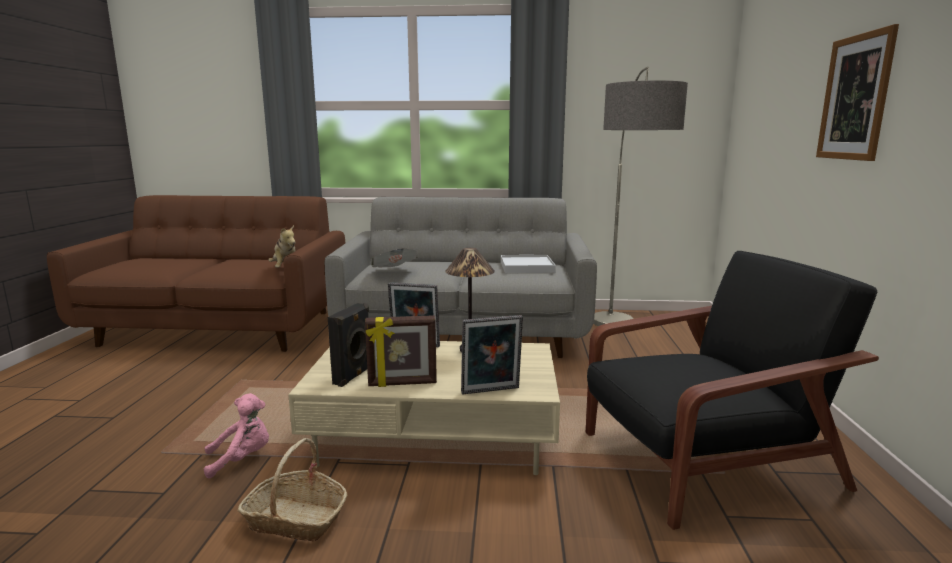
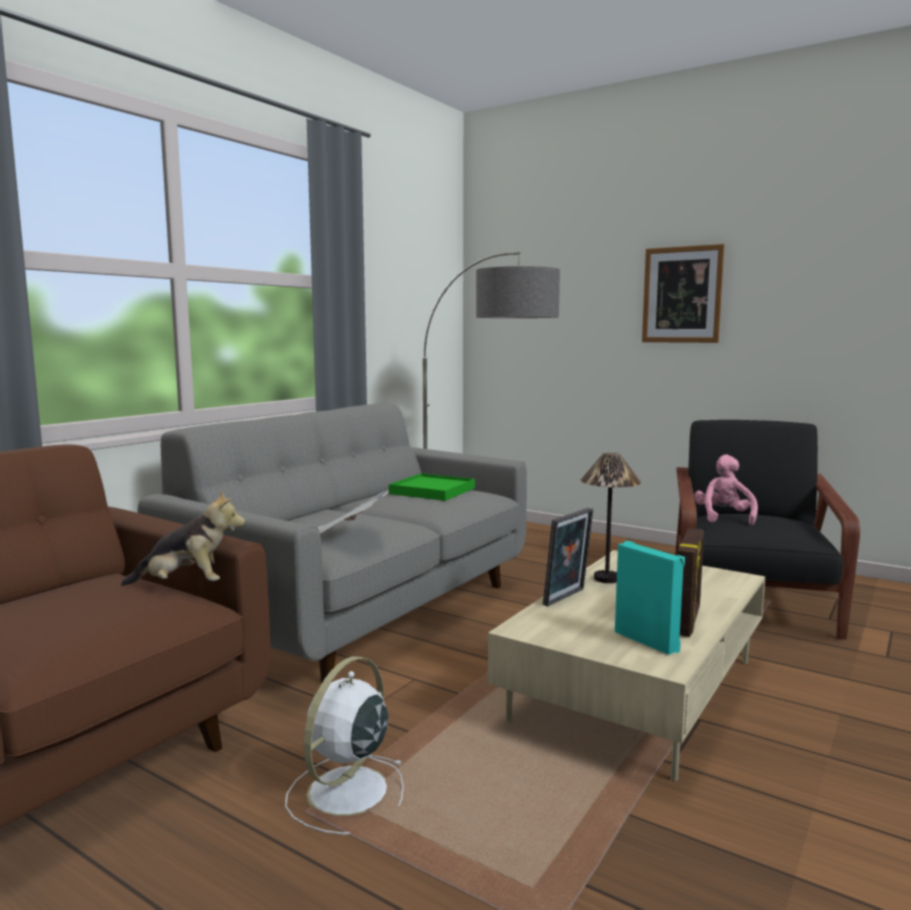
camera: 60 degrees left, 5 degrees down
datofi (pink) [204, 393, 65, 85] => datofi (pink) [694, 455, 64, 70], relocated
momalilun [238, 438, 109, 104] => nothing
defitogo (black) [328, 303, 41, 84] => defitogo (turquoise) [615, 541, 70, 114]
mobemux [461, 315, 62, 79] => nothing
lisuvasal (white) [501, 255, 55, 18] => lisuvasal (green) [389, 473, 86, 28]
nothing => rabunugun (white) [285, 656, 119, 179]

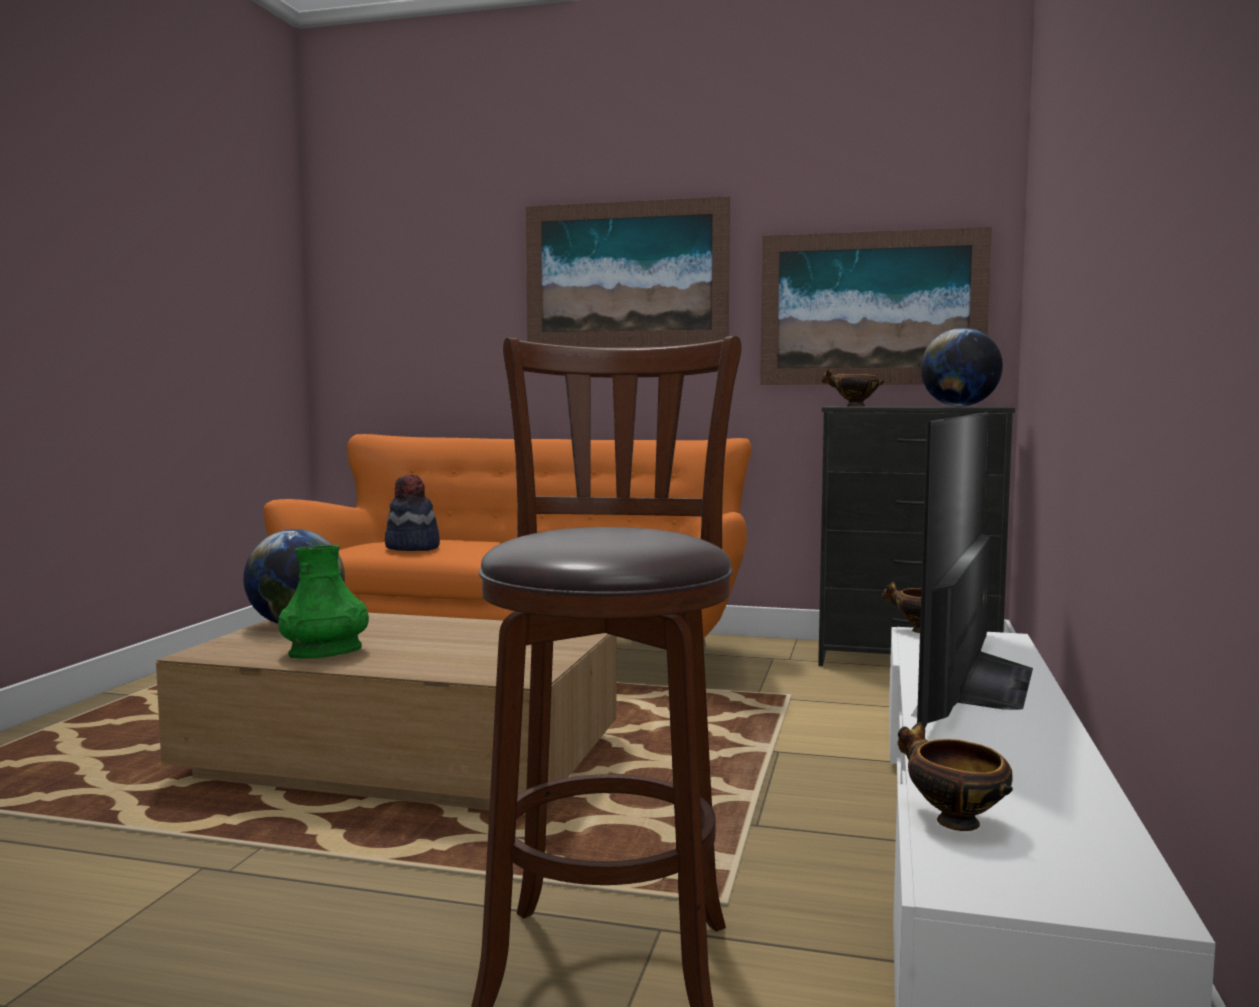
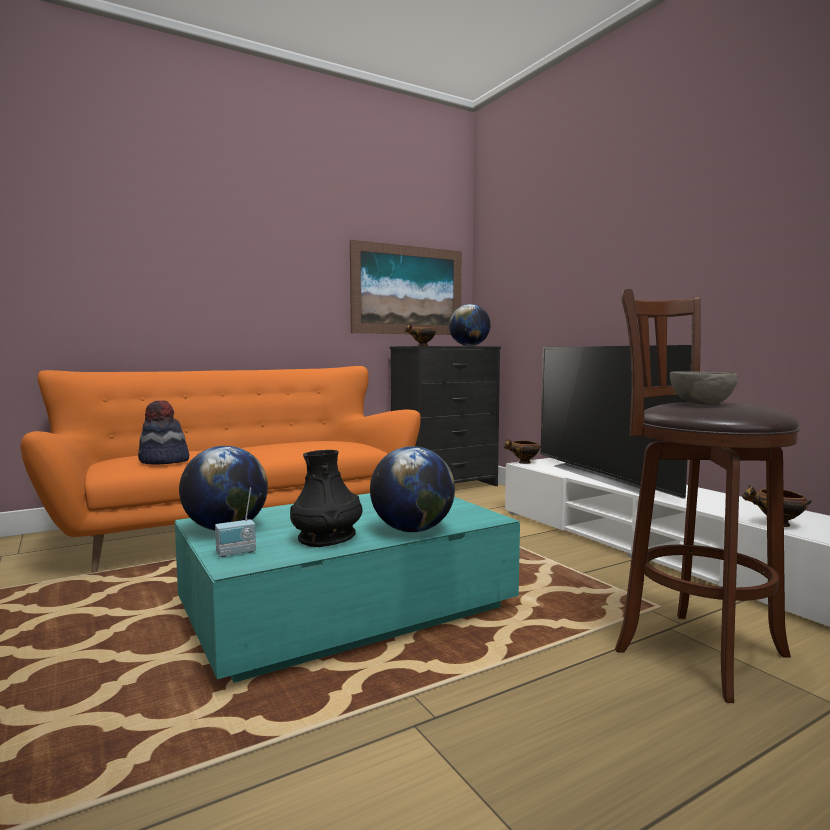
camera: 45 degrees left, 0 degrees up
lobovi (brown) [156, 613, 461, 201] => lobovi (turquoise) [175, 493, 345, 190]
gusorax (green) [278, 545, 91, 113] => gusorax (black) [290, 450, 73, 97]
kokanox [526, 196, 204, 151] => nothing
nothing => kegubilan [215, 488, 41, 69]
nothing => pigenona [370, 446, 85, 86]
nothing => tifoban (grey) [670, 371, 68, 34]

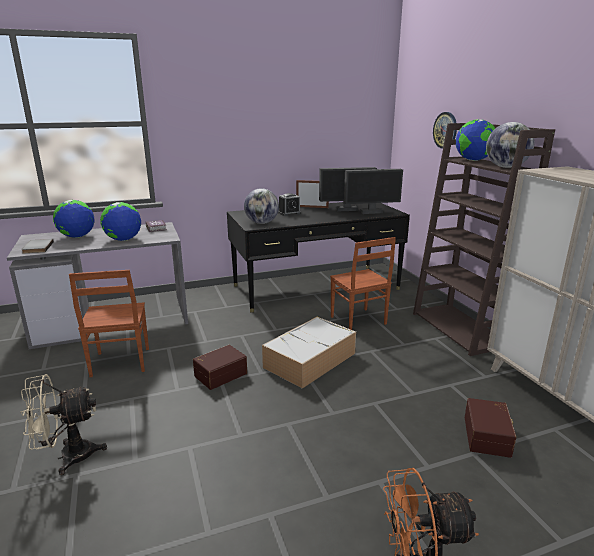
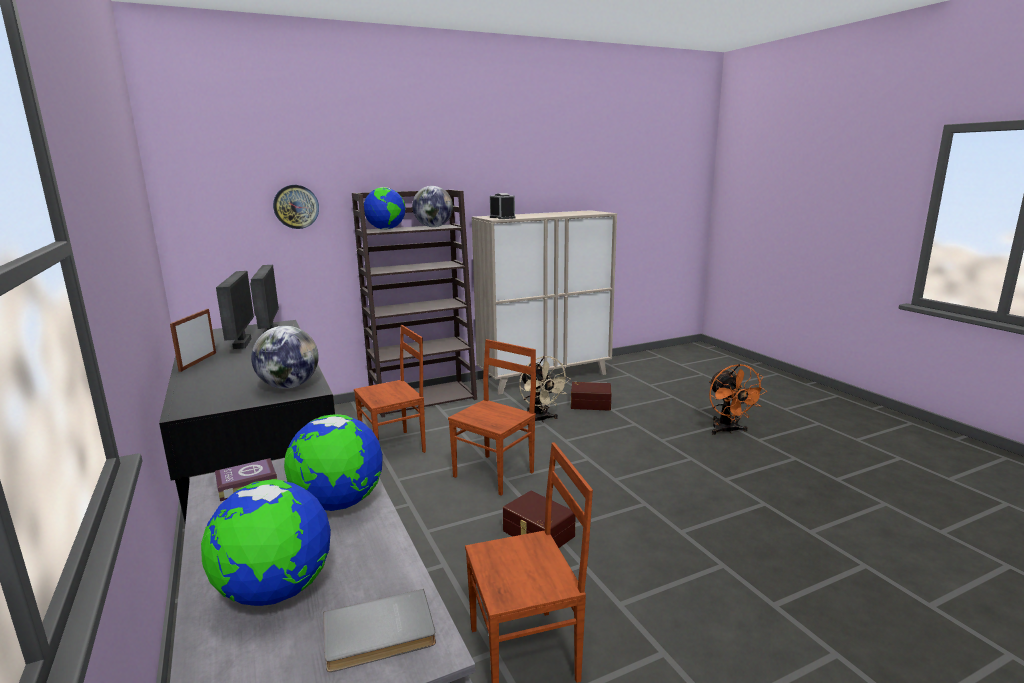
camera: 95 degrees left, 5 degrees down
rabunugun (beige) [20, 374, 87, 101] => rabunugun (beige) [519, 356, 52, 67], relocated
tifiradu [262, 317, 94, 72] => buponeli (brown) [448, 339, 88, 157]
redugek [278, 193, 23, 23] => redugek [490, 193, 26, 26], relocated

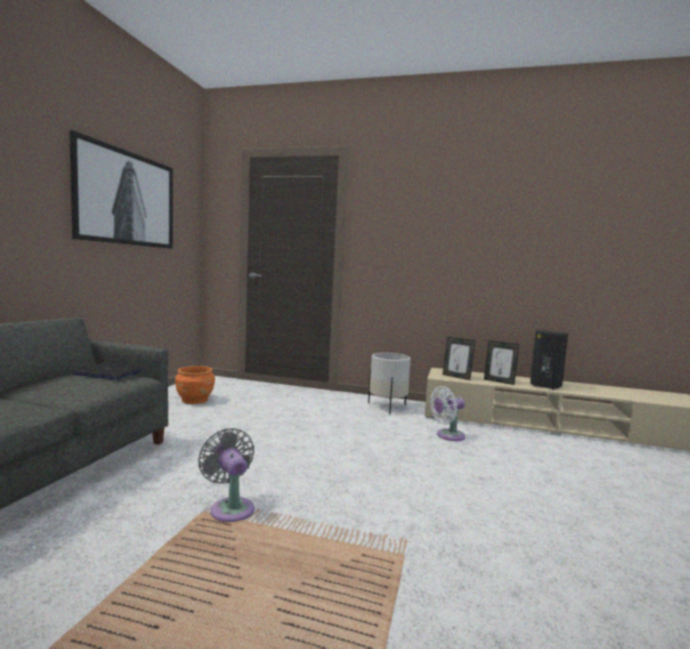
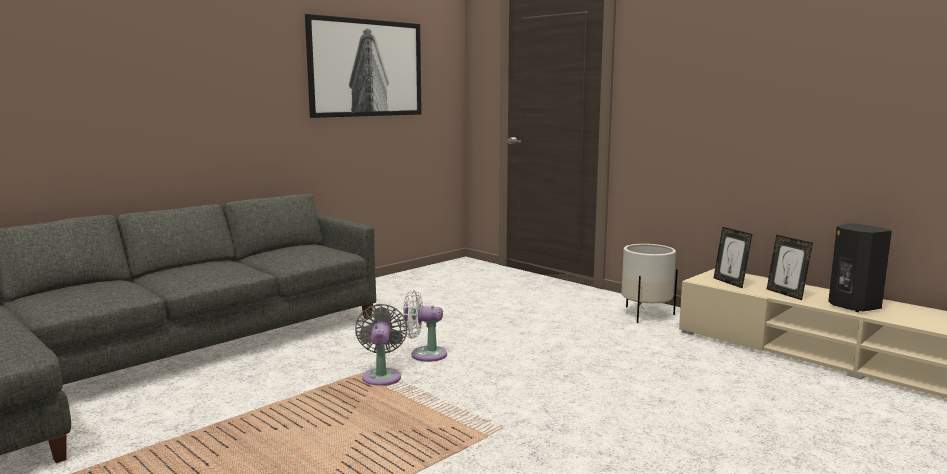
camera: 30 degrees right, 5 degrees up
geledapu [73, 363, 68, 17] => nothing
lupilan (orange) [175, 366, 40, 38] => nothing
rabunugun (white) [430, 386, 35, 55] => rabunugun (white) [403, 290, 44, 72], relocated

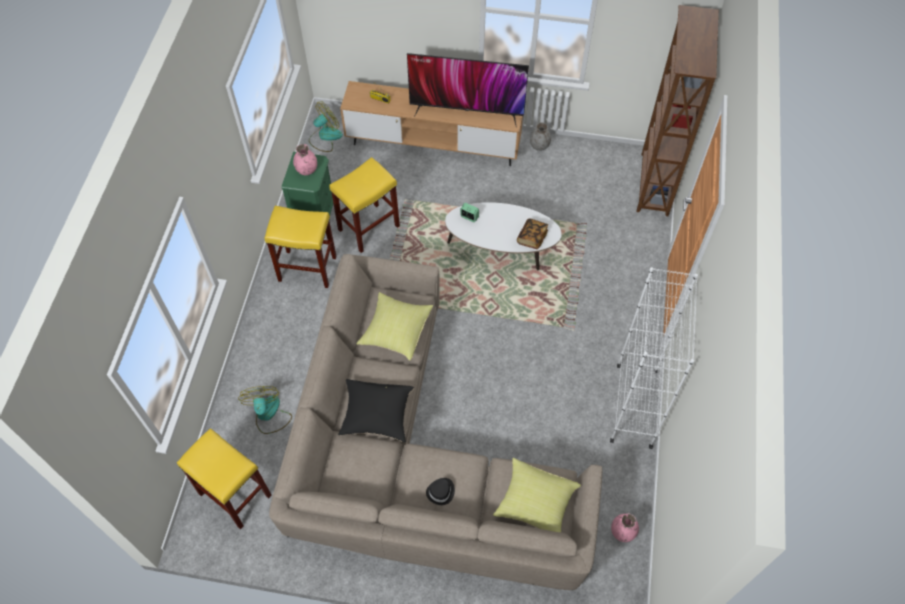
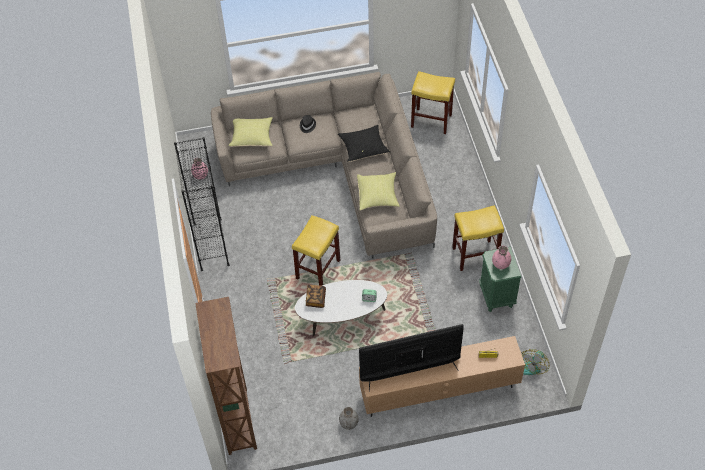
camera: 160 degrees right, 5 degrees down
rabunugun [238, 386, 54, 48] => nothing
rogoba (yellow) [329, 157, 71, 96] => rogoba (yellow) [292, 215, 48, 71], relocated
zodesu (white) [610, 267, 88, 182] => zodesu (black) [174, 137, 56, 134]

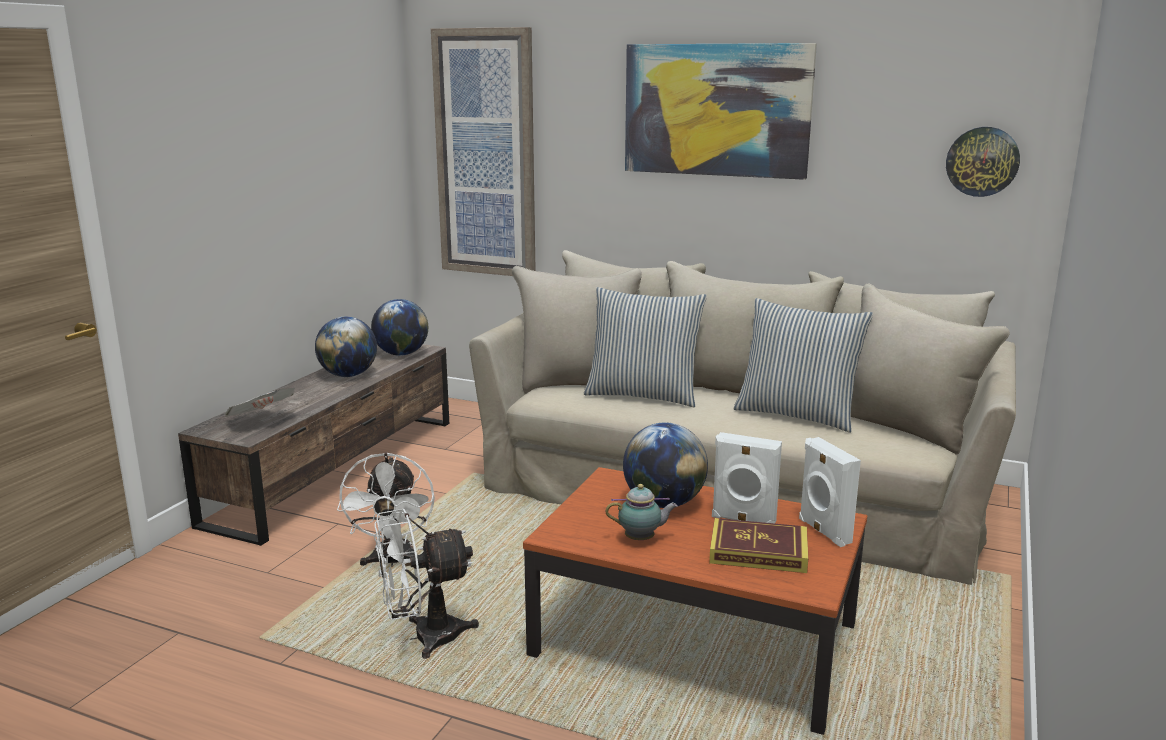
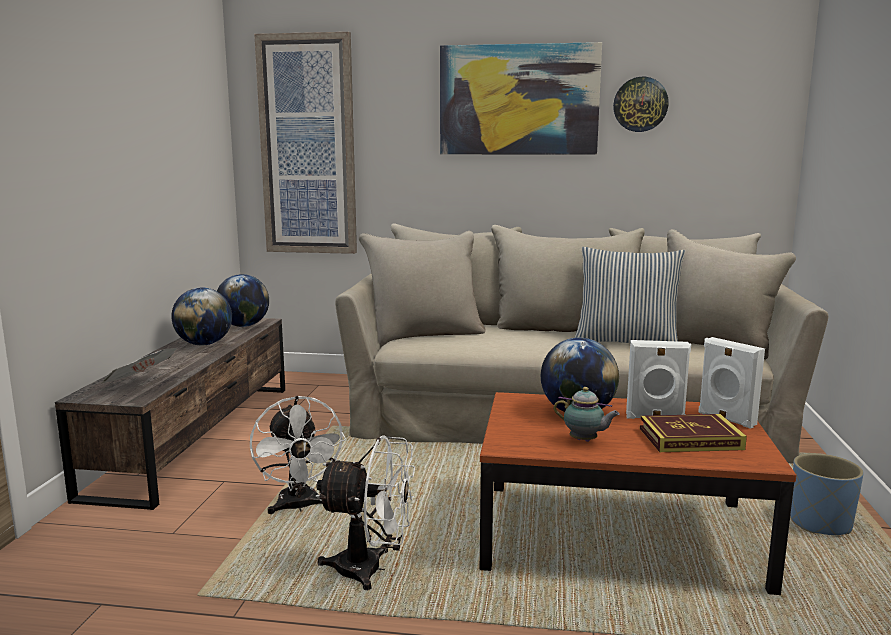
camera: 15 degrees left, 5 degrees down
rabunugun (white) [374, 509, 105, 150] => rabunugun (white) [316, 435, 99, 155], 135 degrees counterclockwise
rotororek [584, 287, 123, 120] => nothing
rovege [605, 484, 73, 56] => rovege [554, 387, 66, 55], 45 degrees clockwise
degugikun [946, 127, 74, 70] => degugikun [613, 77, 56, 55], relocated
nothing => lupilan (blue) [790, 453, 74, 82]

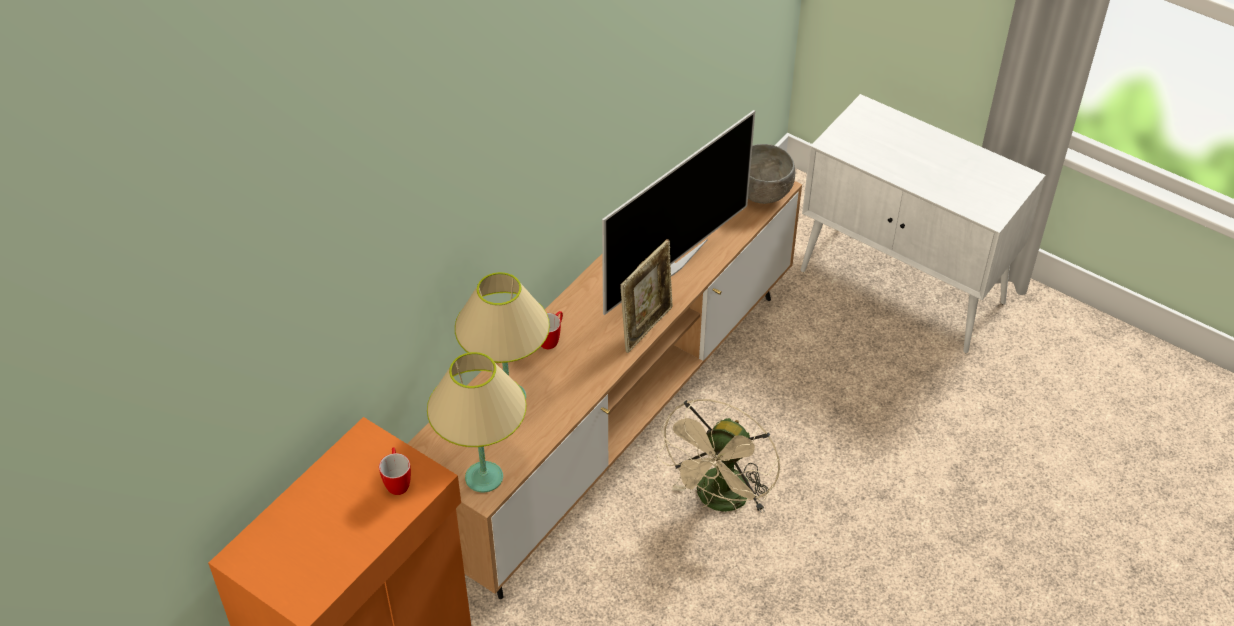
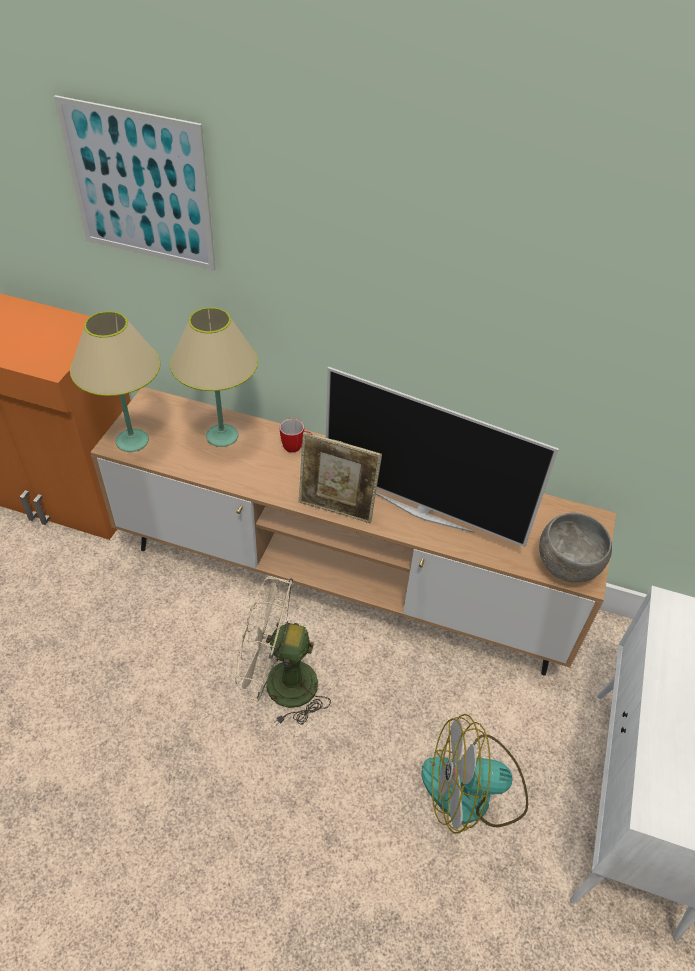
camera: 70 degrees right, 0 degrees up
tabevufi [379, 447, 32, 48] => nothing
nothing => kokanox [54, 95, 161, 175]
nothing => rabunugun [421, 714, 107, 119]

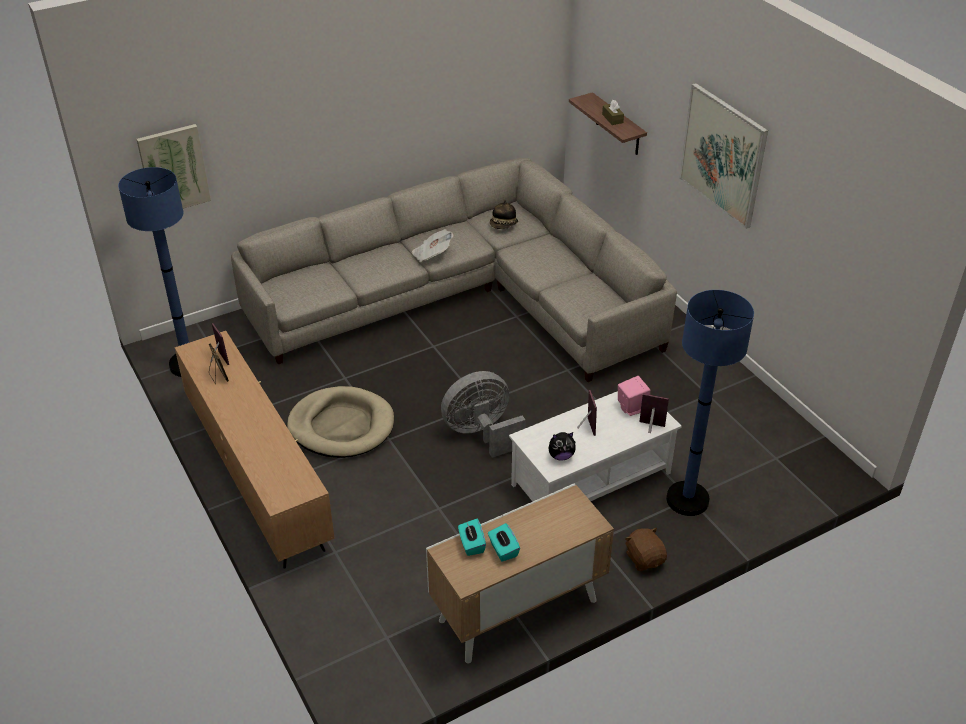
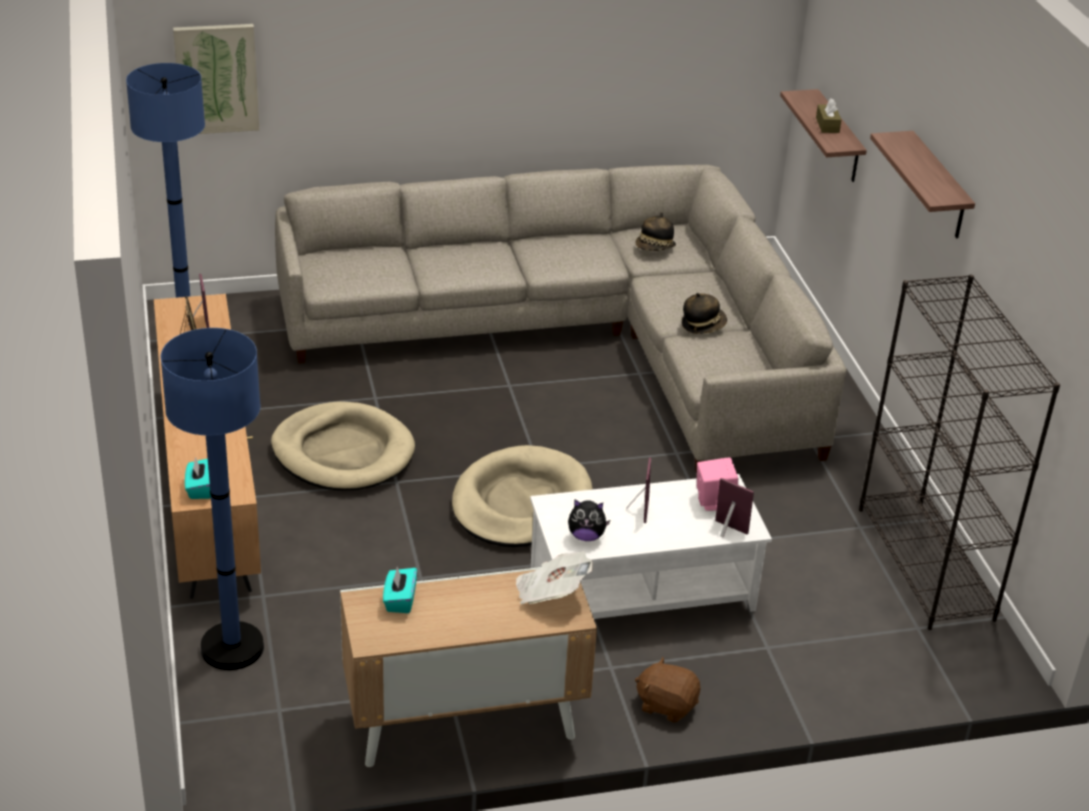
camera: 15 degrees right, 5 degrees down
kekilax [412, 229, 42, 33] => kekilax [516, 551, 77, 54], relocated
rabunugun (grey) [441, 371, 85, 87] => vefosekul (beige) [452, 445, 141, 102]
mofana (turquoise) [488, 523, 32, 39] => mofana (turquoise) [185, 457, 26, 42], relocated
datofi (brown) [625, 528, 42, 43] => datofi (brown) [635, 657, 66, 66], 60 degrees counterclockwise
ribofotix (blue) [666, 290, 88, 226] => ribofotix (blue) [161, 328, 103, 342], relocated
kokanox [679, 83, 89, 146] => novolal [870, 131, 105, 107]
nothing => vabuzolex [682, 293, 45, 41]
nothing => zodesu (black) [859, 275, 201, 355]

